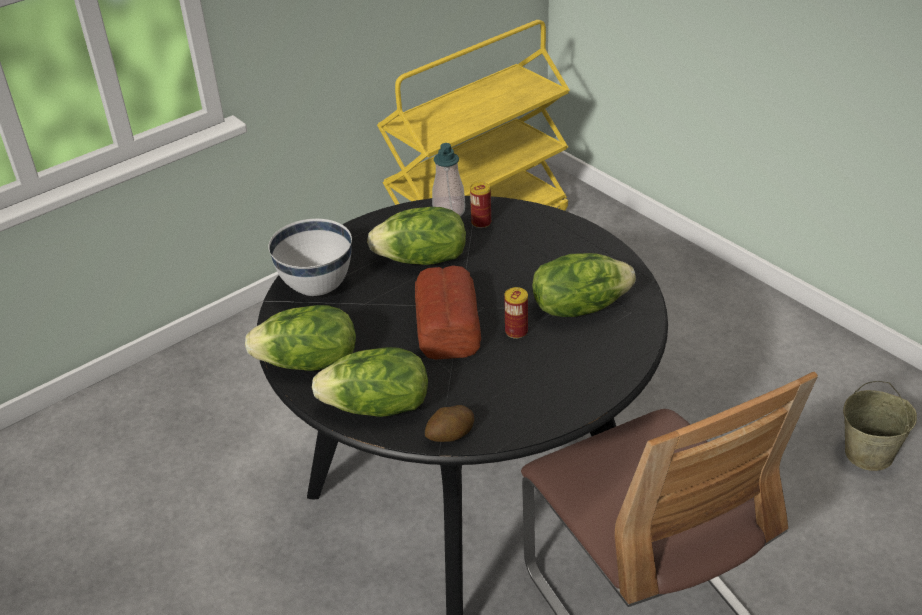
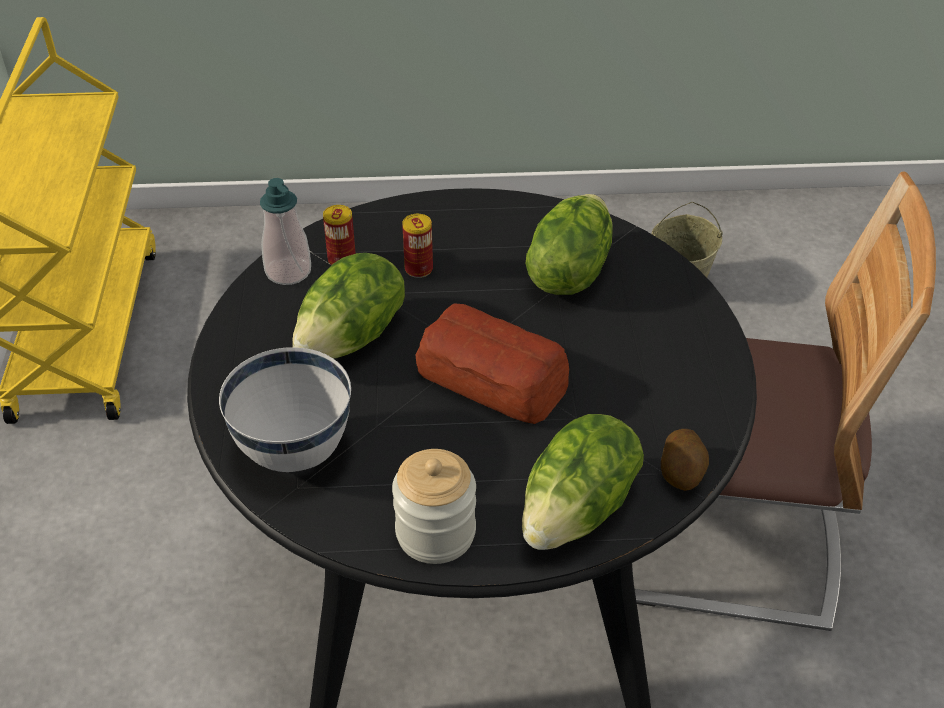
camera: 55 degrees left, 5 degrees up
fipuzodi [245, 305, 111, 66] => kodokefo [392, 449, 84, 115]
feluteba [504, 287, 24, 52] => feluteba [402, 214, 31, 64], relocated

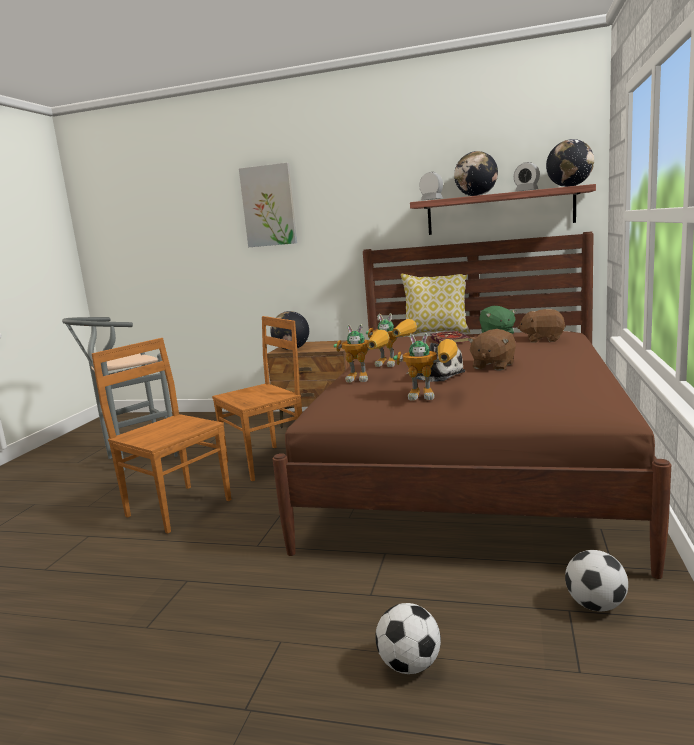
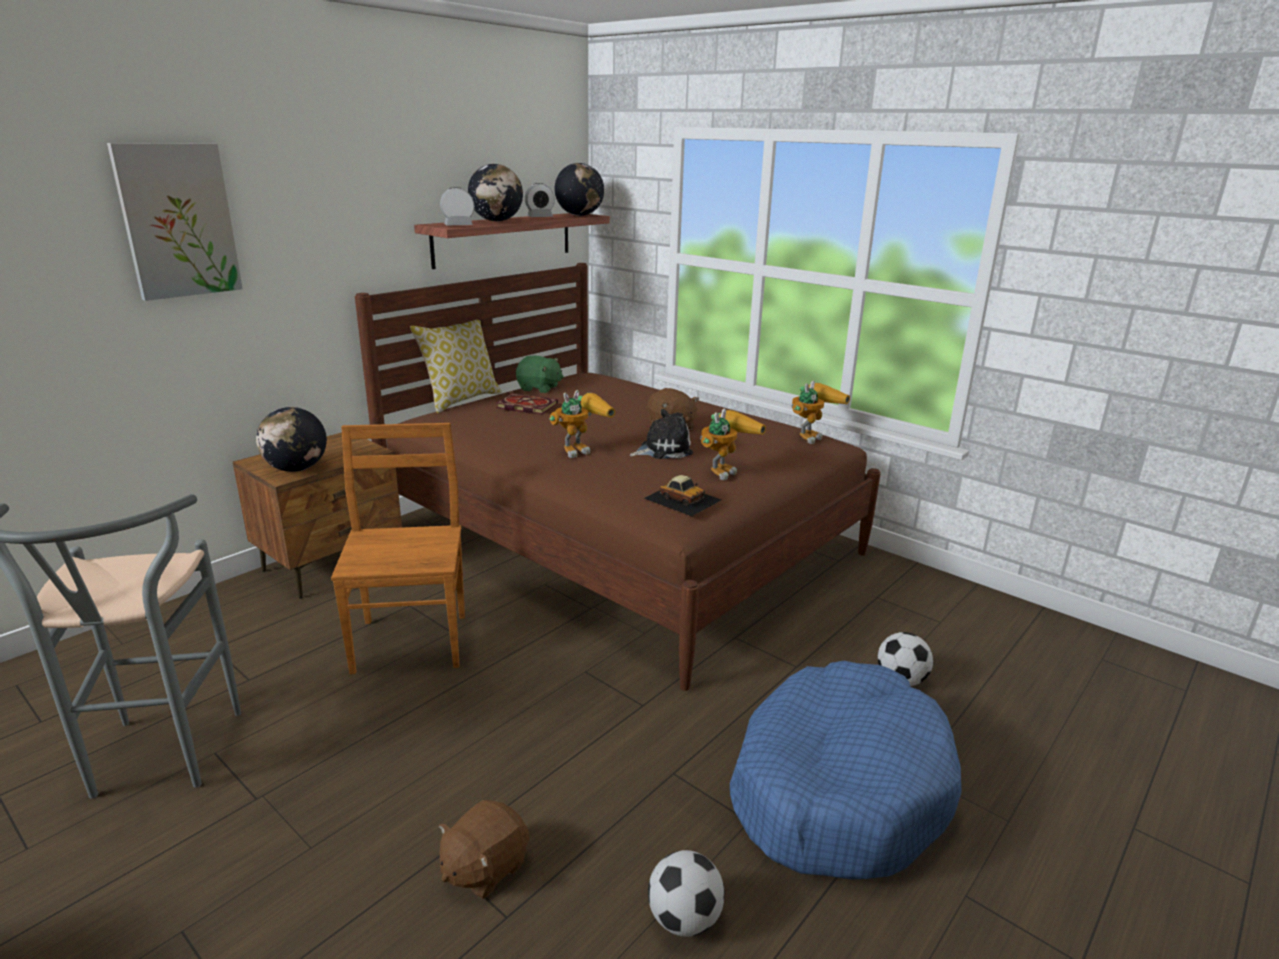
camera: 65 degrees left, 10 degrees up
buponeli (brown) [92, 338, 139, 196] => nothing
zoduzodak [333, 324, 56, 58] => zoduzodak [791, 380, 59, 64], relocated
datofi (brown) [517, 309, 49, 34] => datofi (brown) [438, 800, 91, 99], relocated
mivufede [565, 550, 63, 61] => mivufede [648, 850, 77, 87], relocated
nothing => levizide [644, 475, 77, 41]
nothing => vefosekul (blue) [730, 661, 232, 219]

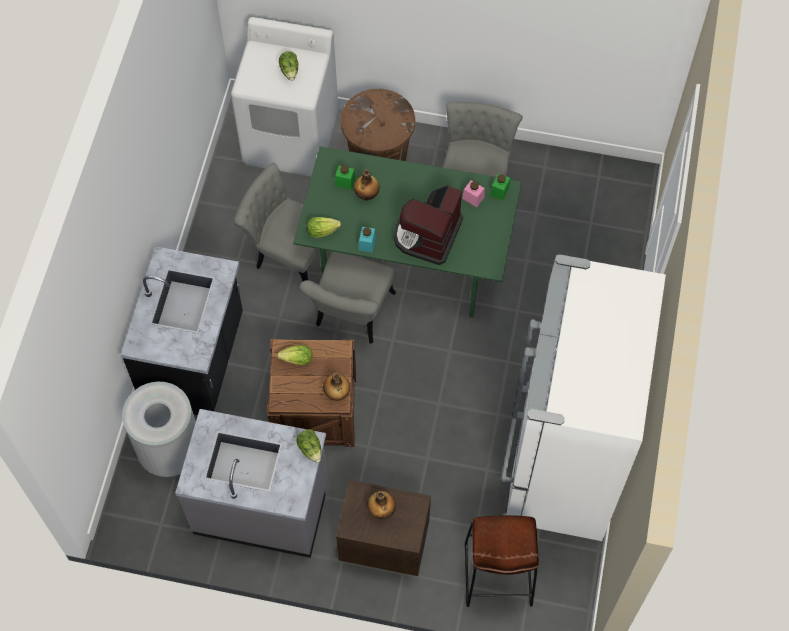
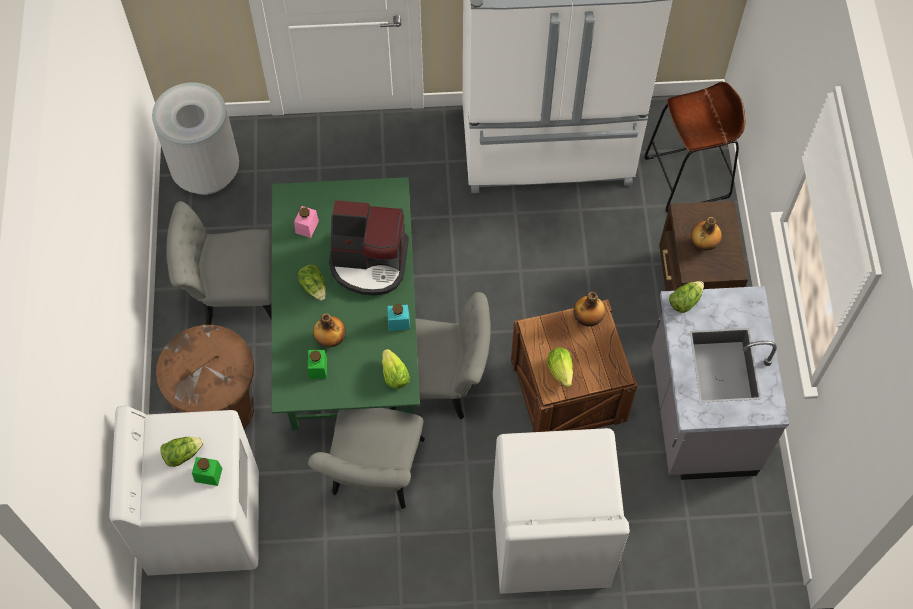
camera: 105 degrees left, 0 degrees up
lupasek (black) [121, 246, 122, 169] => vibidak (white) [493, 428, 137, 166]
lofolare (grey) [122, 382, 74, 95] => lofolare (grey) [152, 82, 87, 113], relocated
kodokefo (green) [490, 173, 20, 27] => kodokefo (green) [192, 457, 31, 29], relocated
nothing => fipuzodi [298, 264, 28, 37]

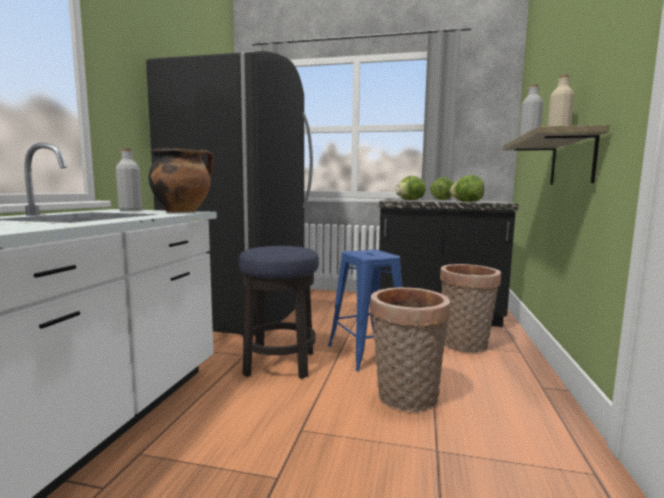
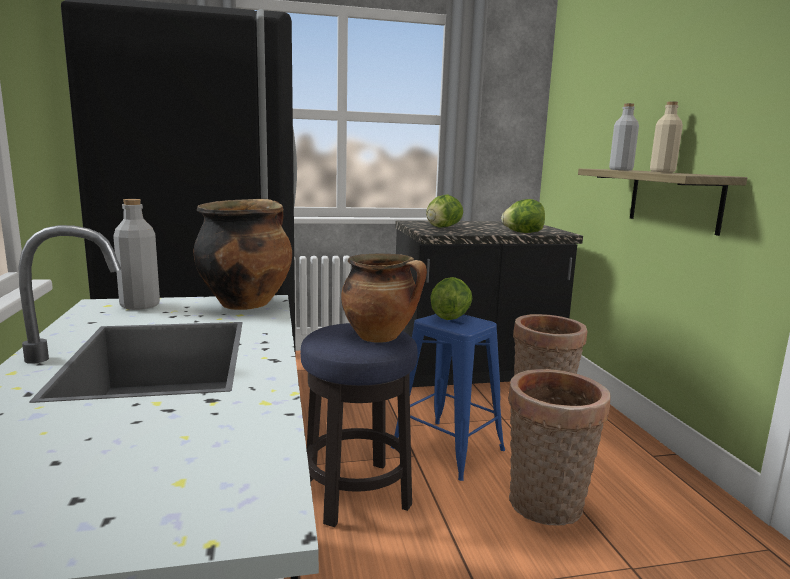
camera: 25 degrees left, 5 degrees up
fipuzodi [430, 177, 24, 23] => fipuzodi [430, 277, 43, 43], relocated
nothing => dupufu [341, 254, 86, 88]

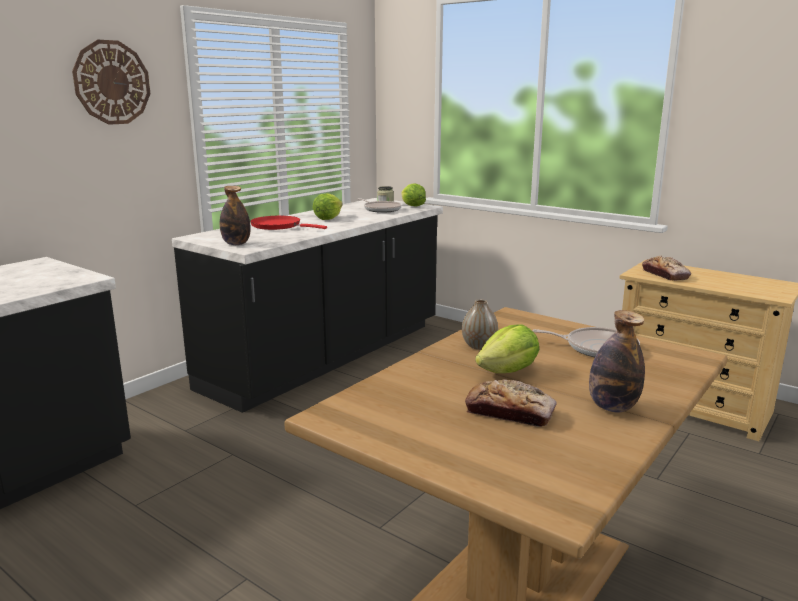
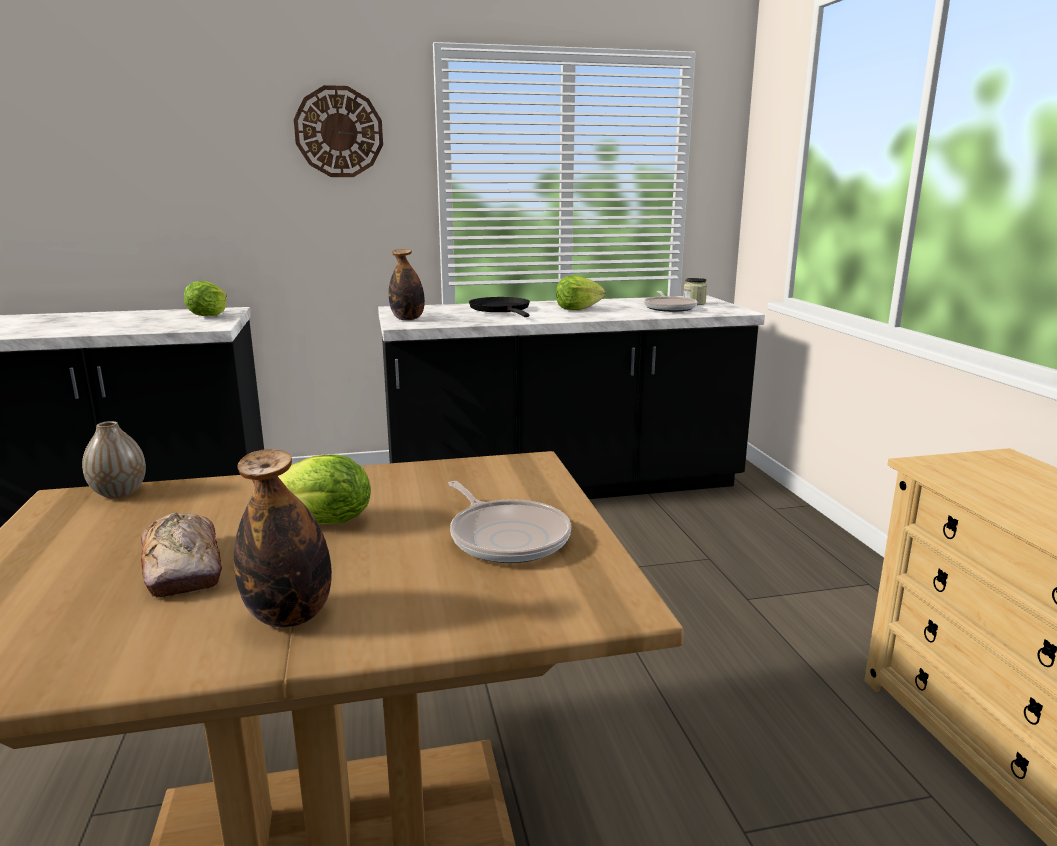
camera: 40 degrees right, 0 degrees up
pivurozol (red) [250, 216, 77, 14] => pivurozol (black) [469, 297, 61, 20]
fipuzodi [401, 183, 25, 24] => fipuzodi [184, 281, 43, 35], relocated
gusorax [462, 299, 36, 51] => gusorax [82, 421, 64, 77], relocated
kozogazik [642, 255, 49, 26] => nothing

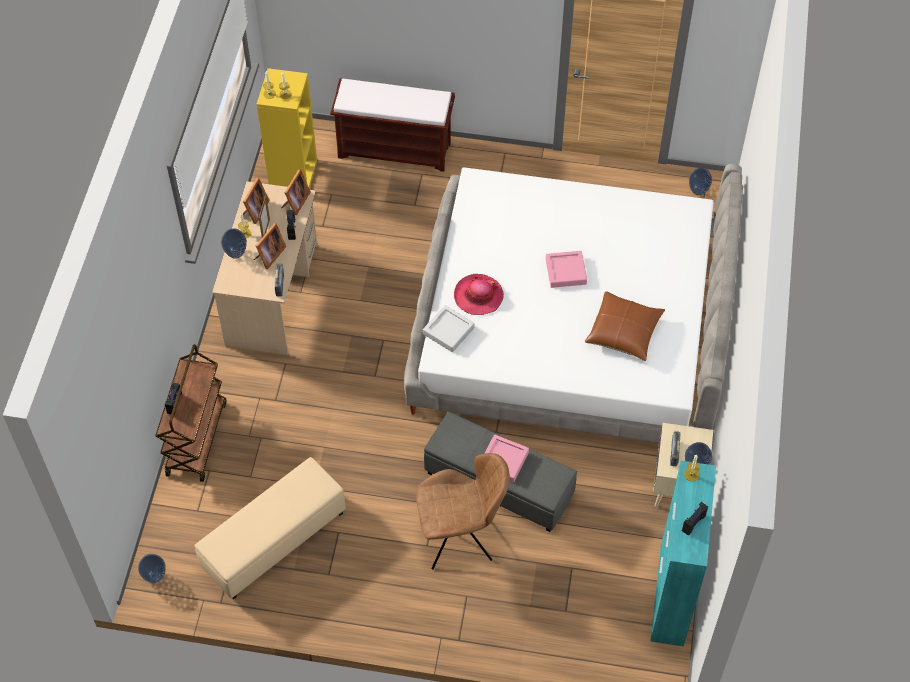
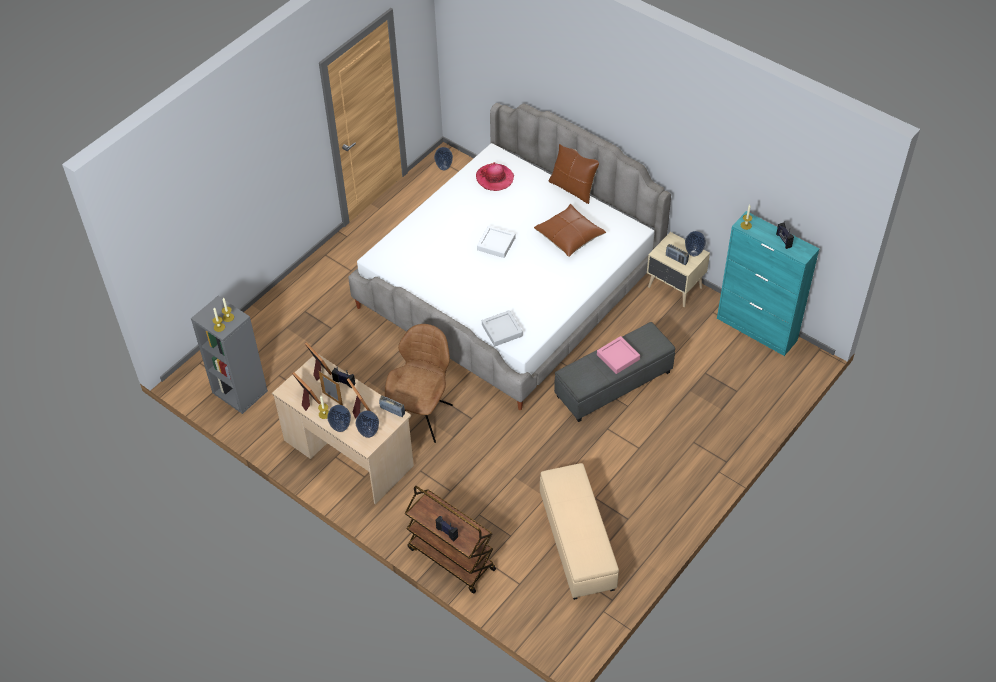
camera: 60 degrees left, 5 degrees down
gusorax [138, 554, 28, 29] => gusorax [356, 410, 23, 28], relocated
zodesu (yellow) [257, 68, 60, 120] => zodesu (grey) [191, 296, 77, 118]
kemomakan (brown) [330, 78, 125, 94] => nothing
buponeli (brown) [416, 453, 94, 117] => buponeli (brown) [385, 324, 68, 119], relocated
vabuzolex [454, 274, 50, 41] => vabuzolex [476, 162, 38, 29], relocated
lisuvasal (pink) [546, 251, 41, 37] => lisuvasal (white) [477, 226, 38, 32]
nothing => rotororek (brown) [548, 144, 51, 60]

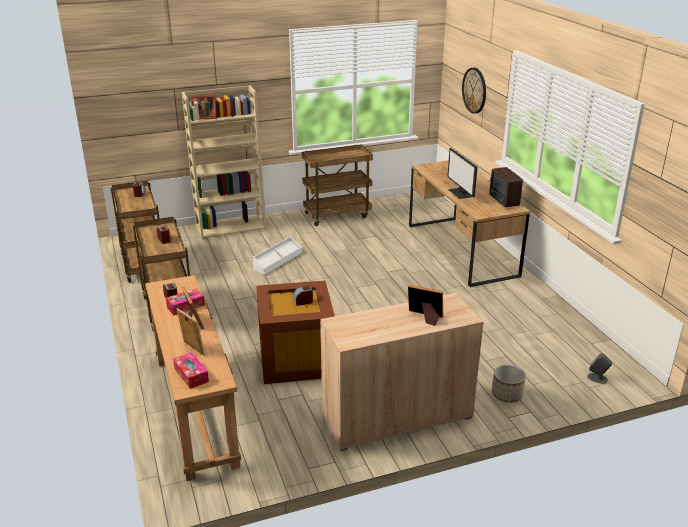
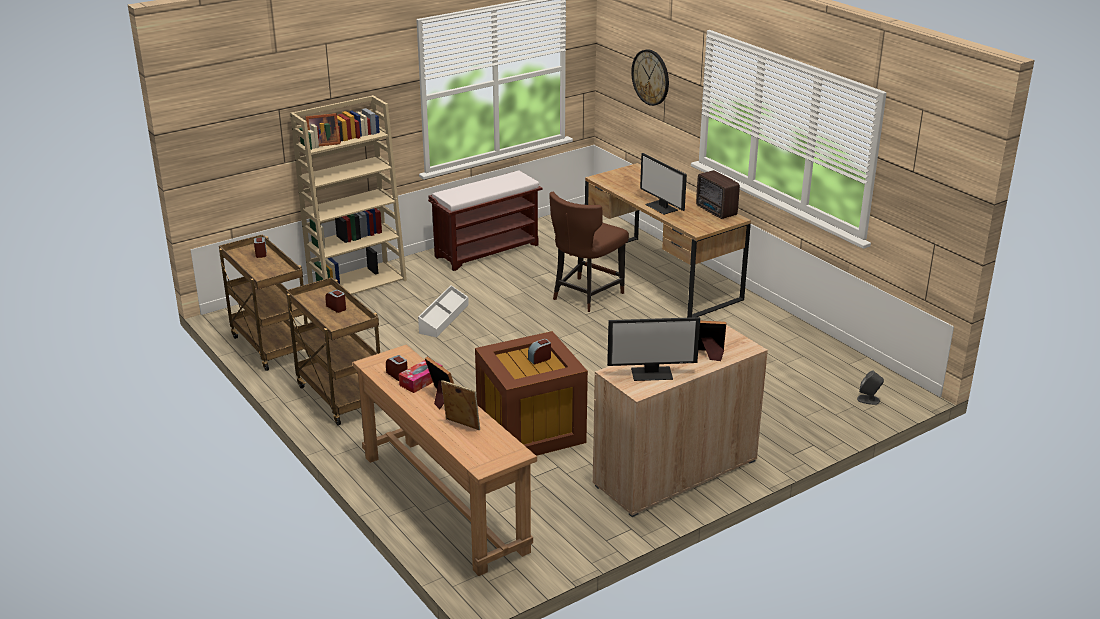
camera: 15 degrees left, 0 degrees up
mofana [173, 352, 36, 37] => nothing
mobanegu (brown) [302, 144, 71, 82] => kemomakan (brown) [428, 170, 114, 101]
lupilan [492, 365, 34, 38] => nothing
nothing => buponeli (brown) [549, 192, 80, 120]
nothing => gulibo [607, 317, 93, 64]

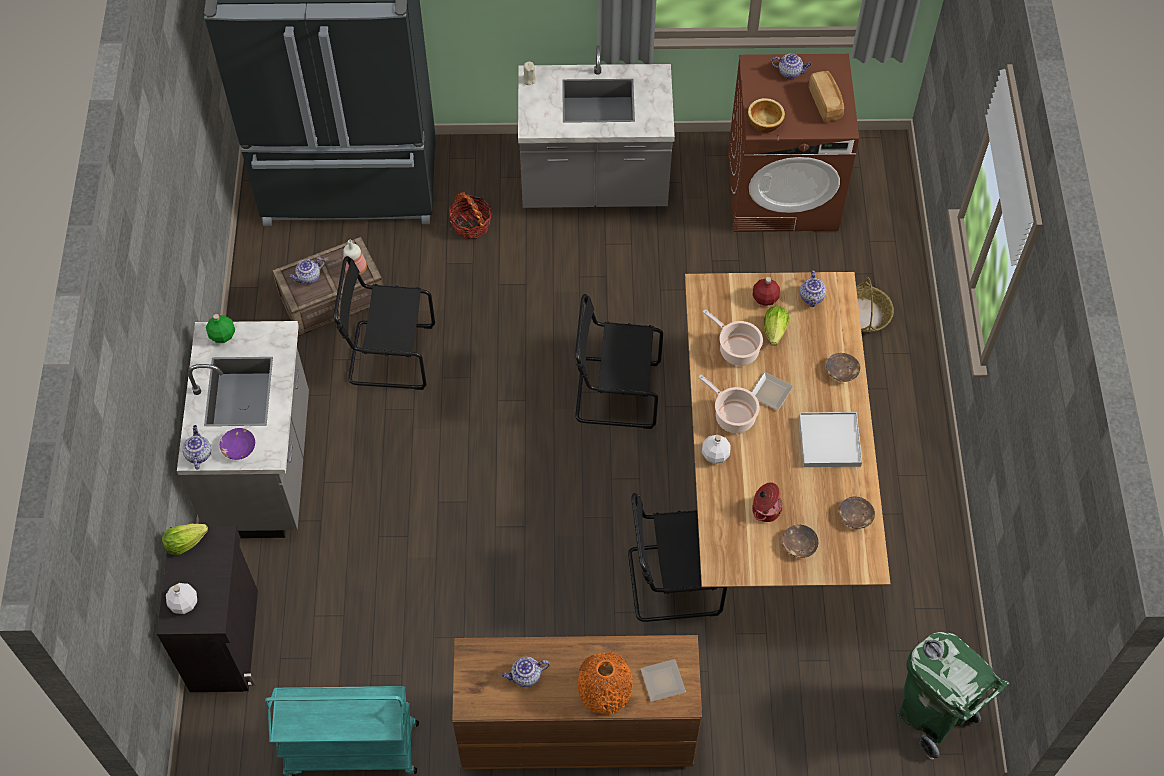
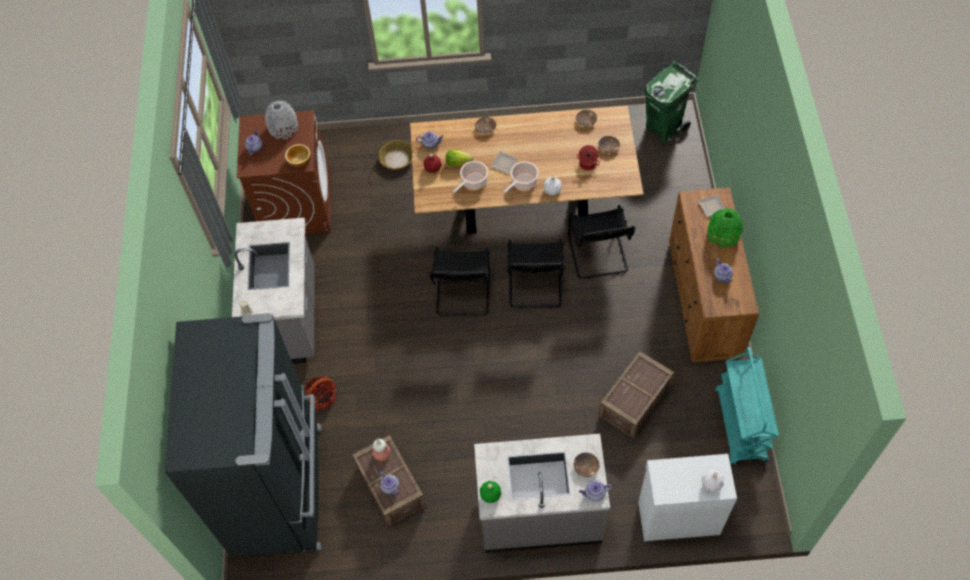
camera: 90 degrees left, 0 degrees up
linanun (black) [157, 526, 101, 166] => linanun (white) [638, 454, 99, 87]
fipuzodi [162, 524, 46, 31] => nothing
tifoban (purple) [220, 428, 35, 32] => tifoban (brown) [574, 452, 26, 25]
buponeli (black) [334, 256, 101, 134] => buponeli (black) [507, 239, 58, 69], relocated
gusorax (orange) [578, 652, 55, 63] => gusorax (green) [707, 208, 36, 40]
lisuvasal (white) [799, 412, 63, 55] => nothing
kozogazik [809, 71, 35, 51] => gusorax (grey) [265, 100, 33, 39]
nothing => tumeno [598, 351, 76, 87]

